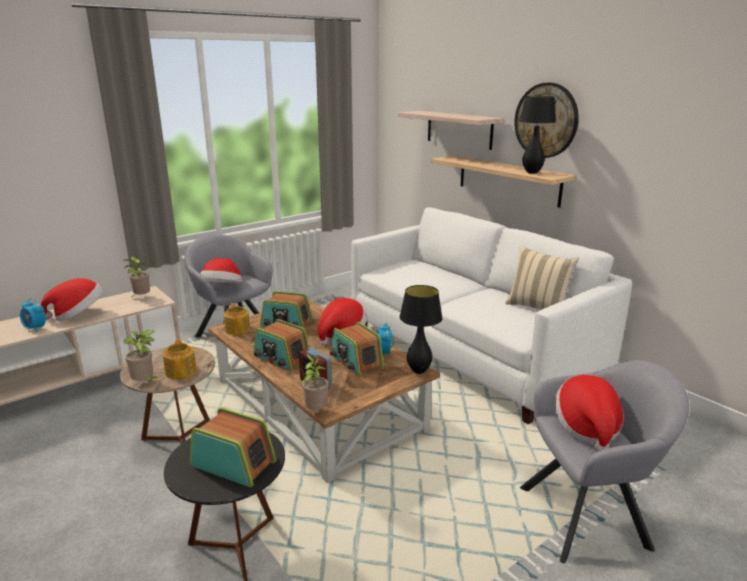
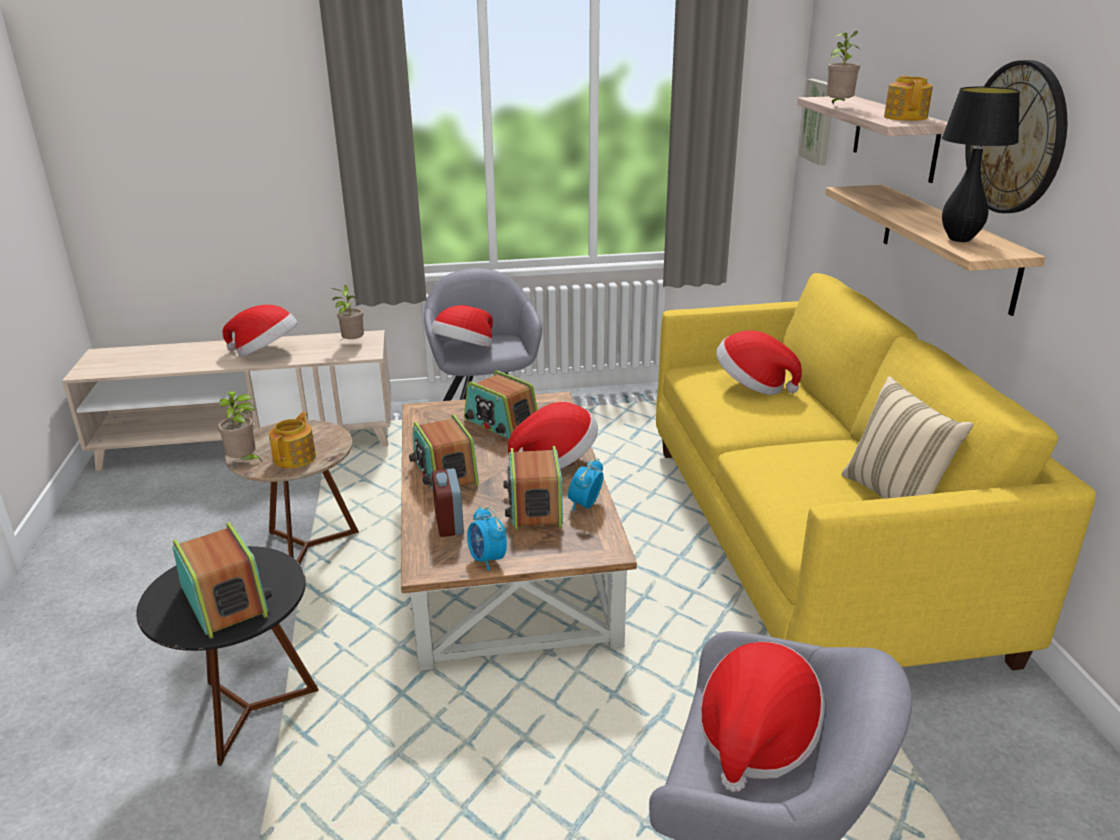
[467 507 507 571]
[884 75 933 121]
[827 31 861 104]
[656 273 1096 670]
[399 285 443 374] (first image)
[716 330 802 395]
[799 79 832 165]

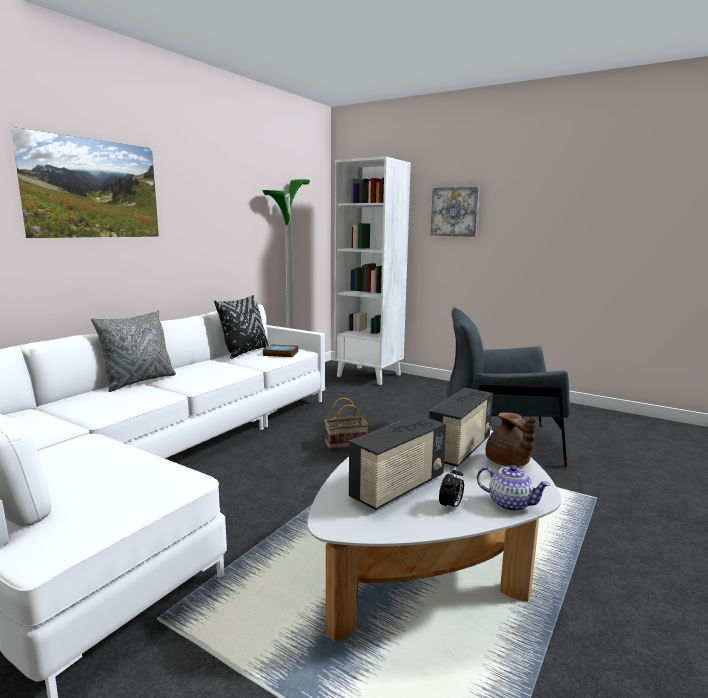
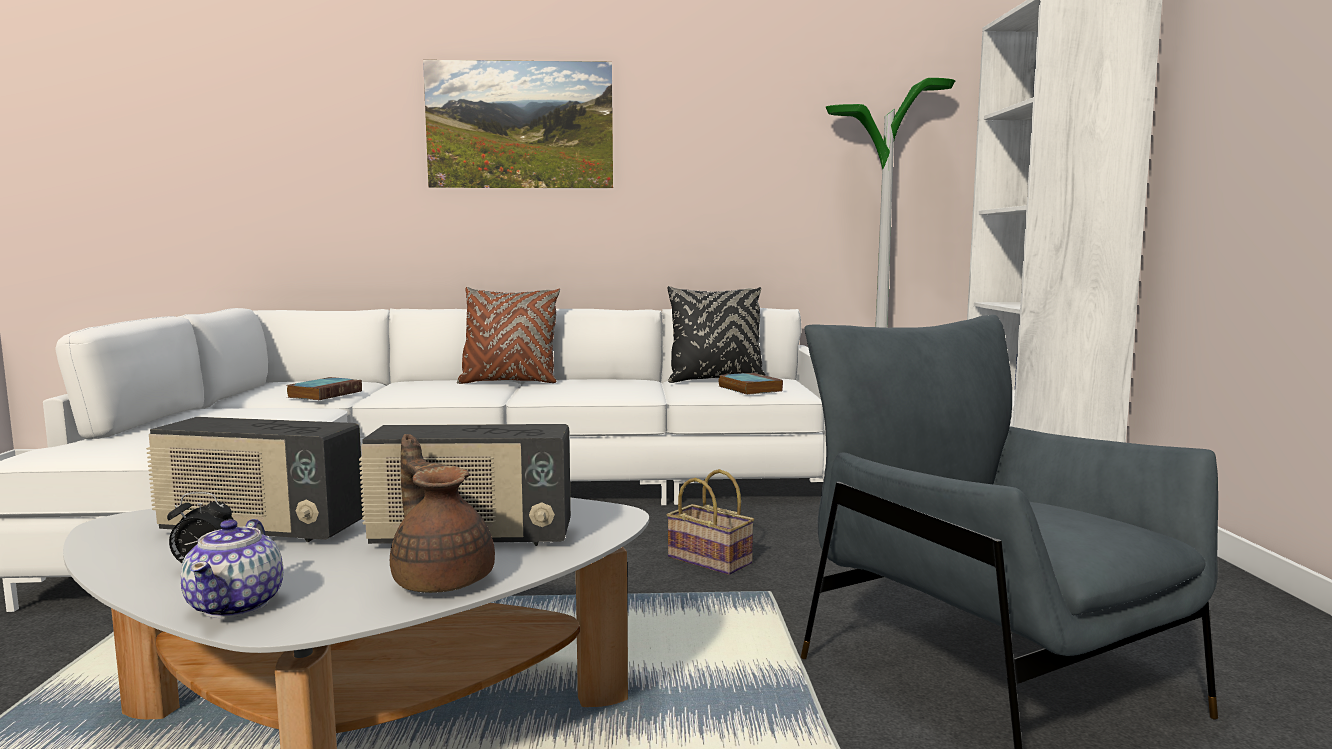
[457 287 560 384]
[431 187 479 237] (first image)
[390 434 495 593]
[287 377 362 400]

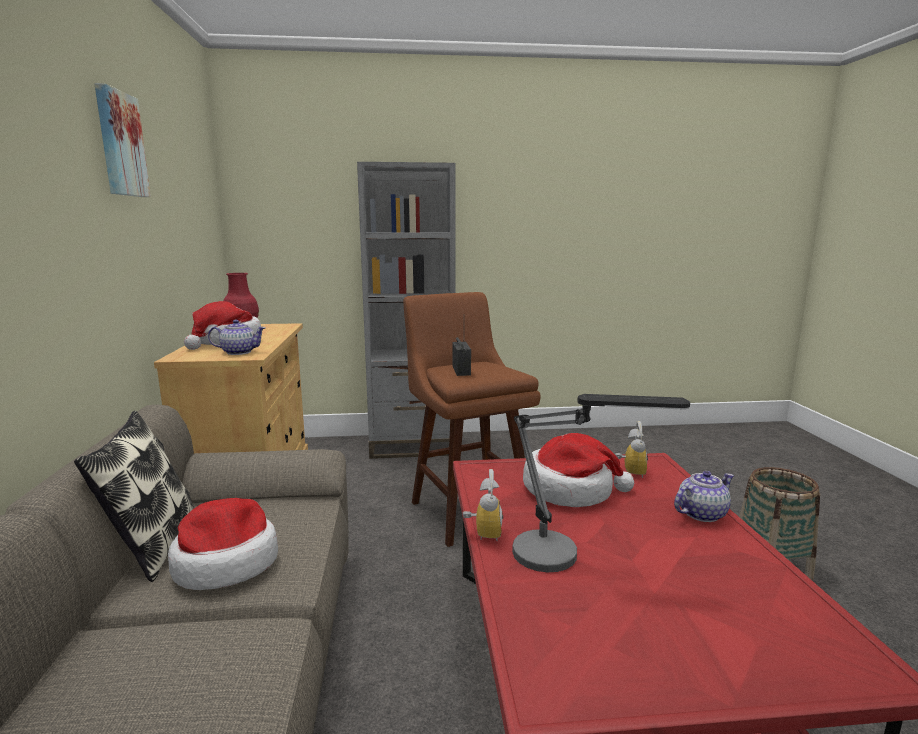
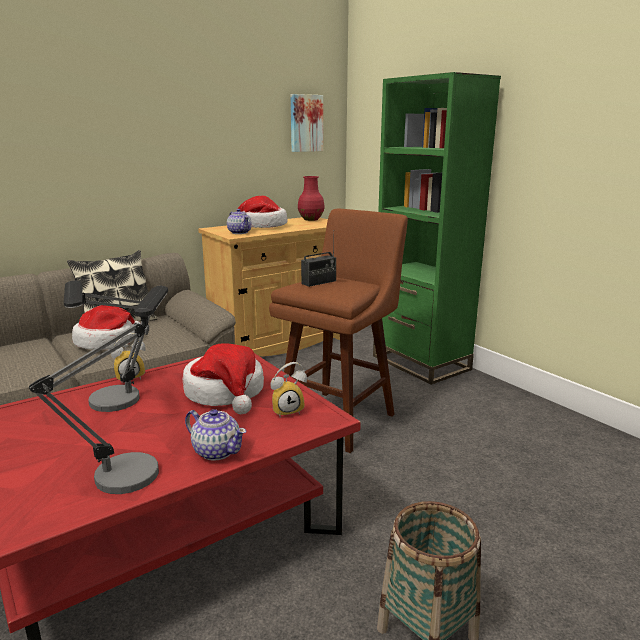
[291 94 323 152]
[373 72 501 385]
[29 285 168 494]

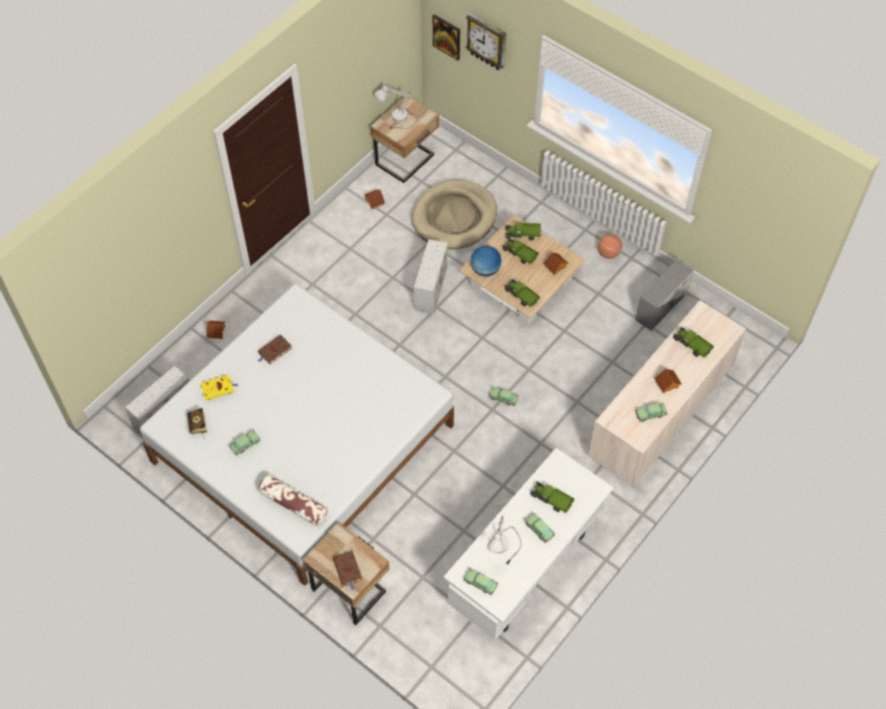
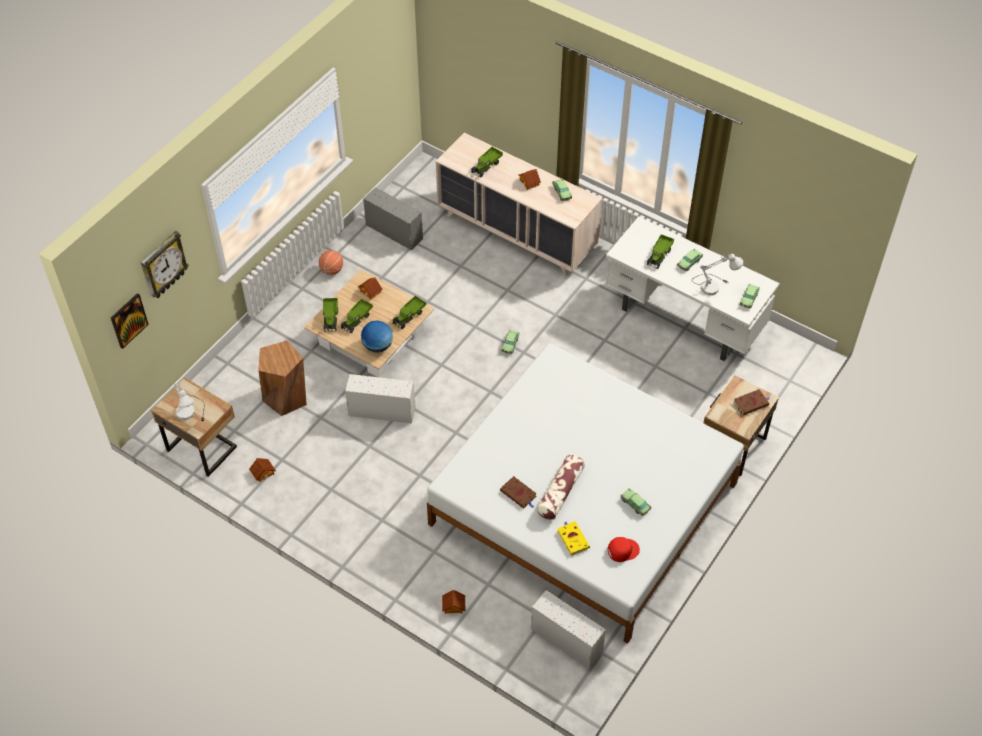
[608 537 640 562]
[536 455 585 520]
[258 341 307 416]

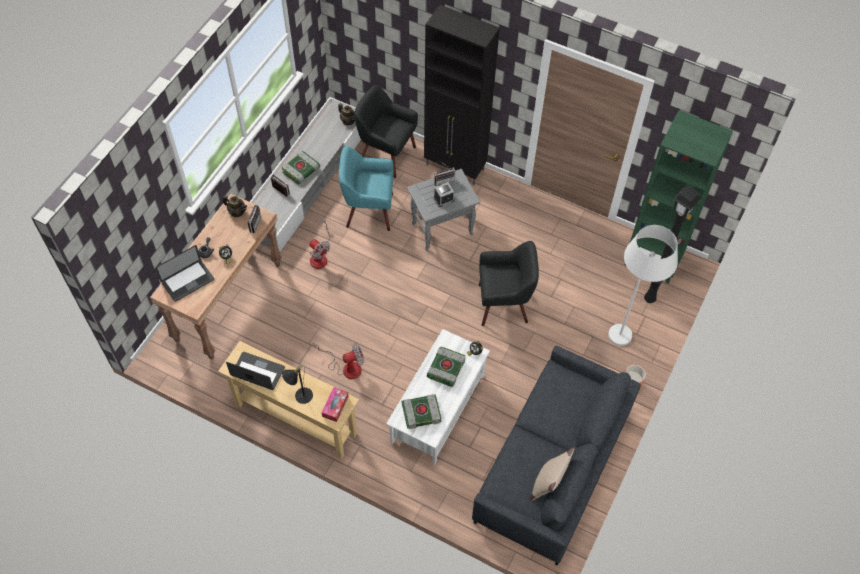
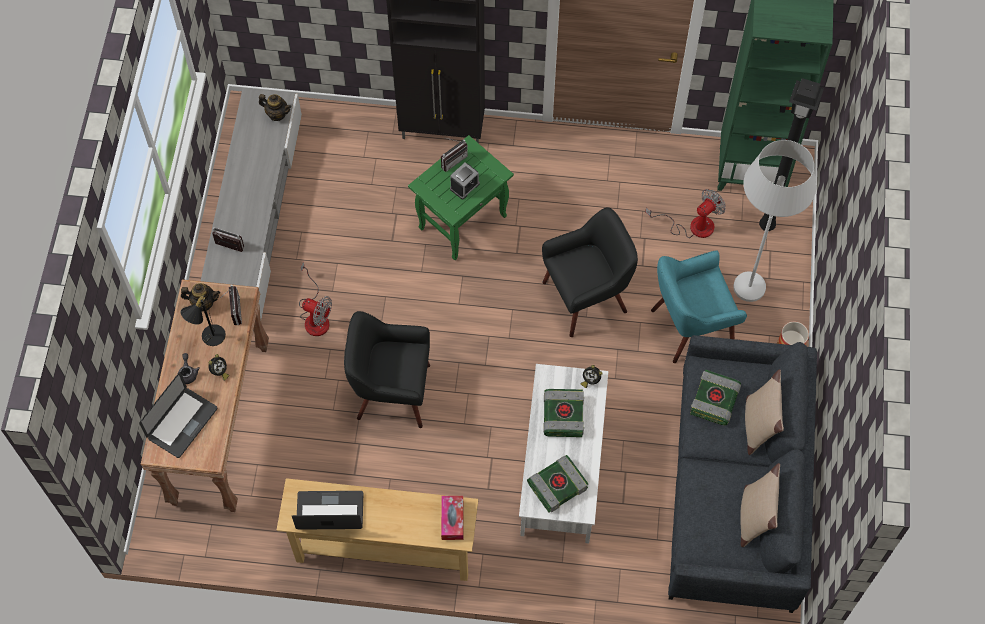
[690 369 741 425]
[180 295 226 346]
[645 189 726 238]
[651 250 747 363]
[344 311 430 428]
[408 135 514 260]
[745 369 784 455]

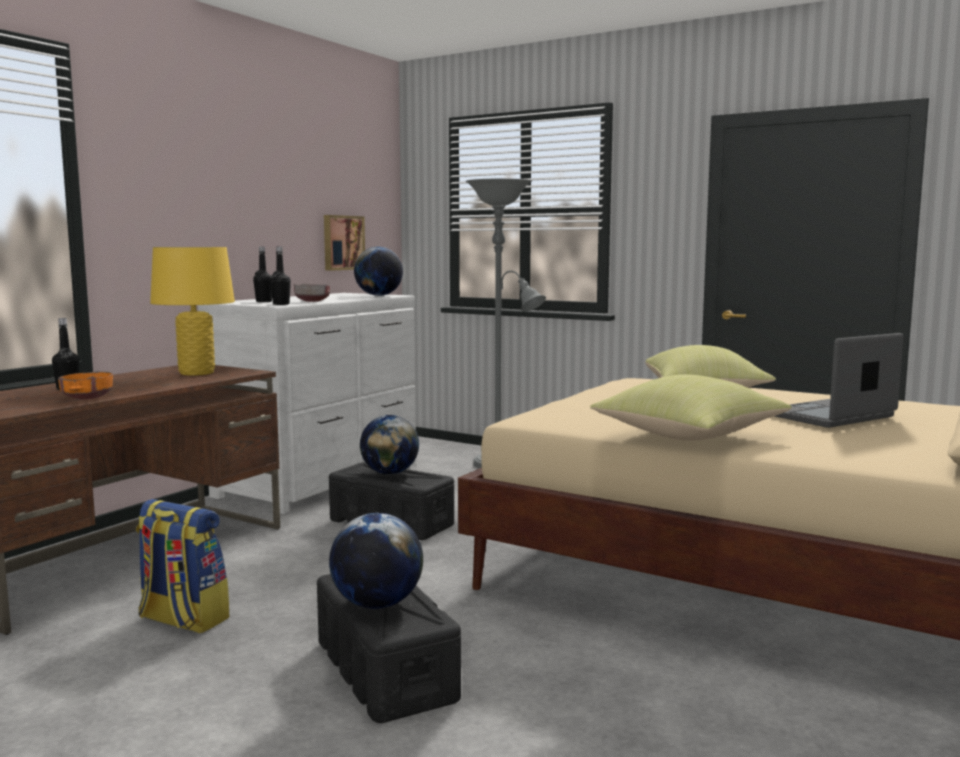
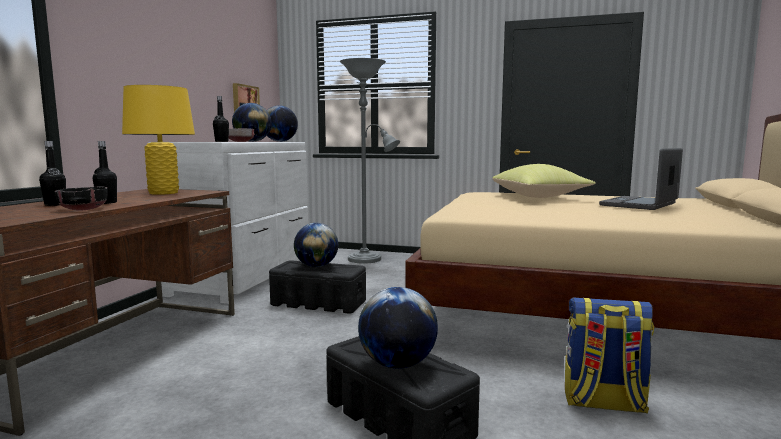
[55 187 108 210]
[565 298 654 414]
[93 141 117 204]
[590 374 792 440] (first image)
[232 103 271 142]

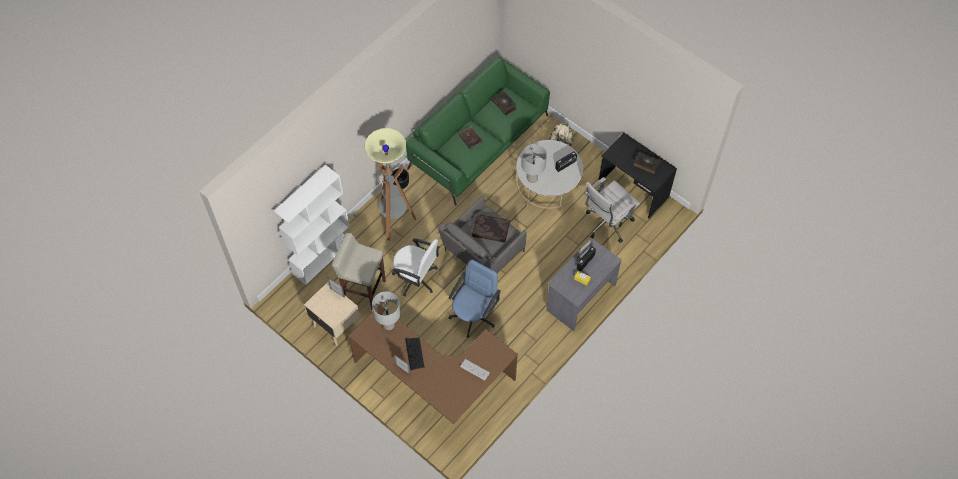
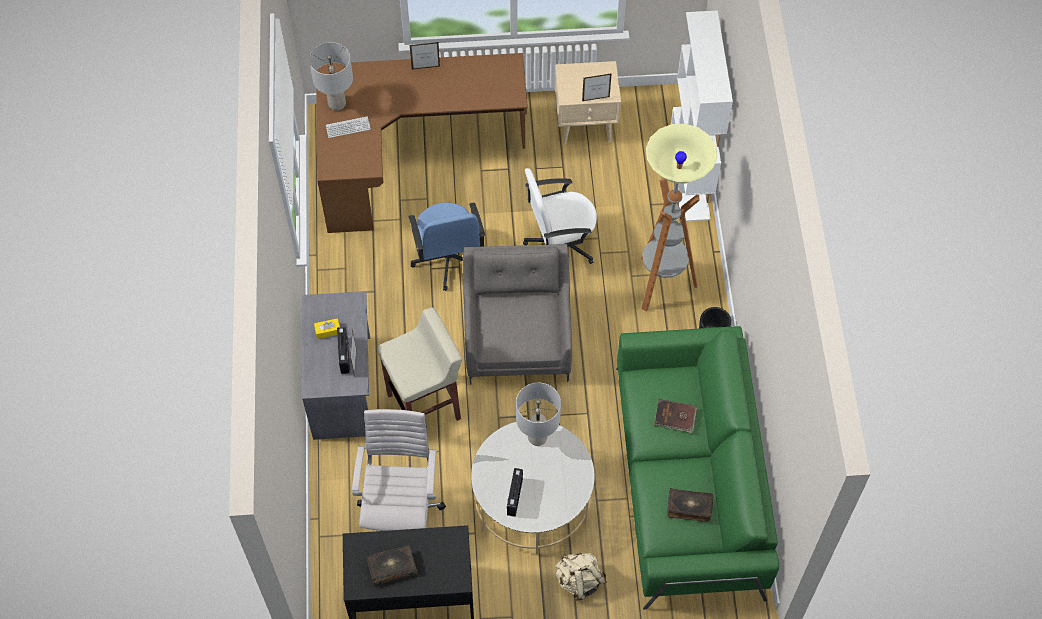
[377 307 462 421]
[309 42 353 111]
[406 338 424 370] (first image)
[472 214 510 243] (first image)

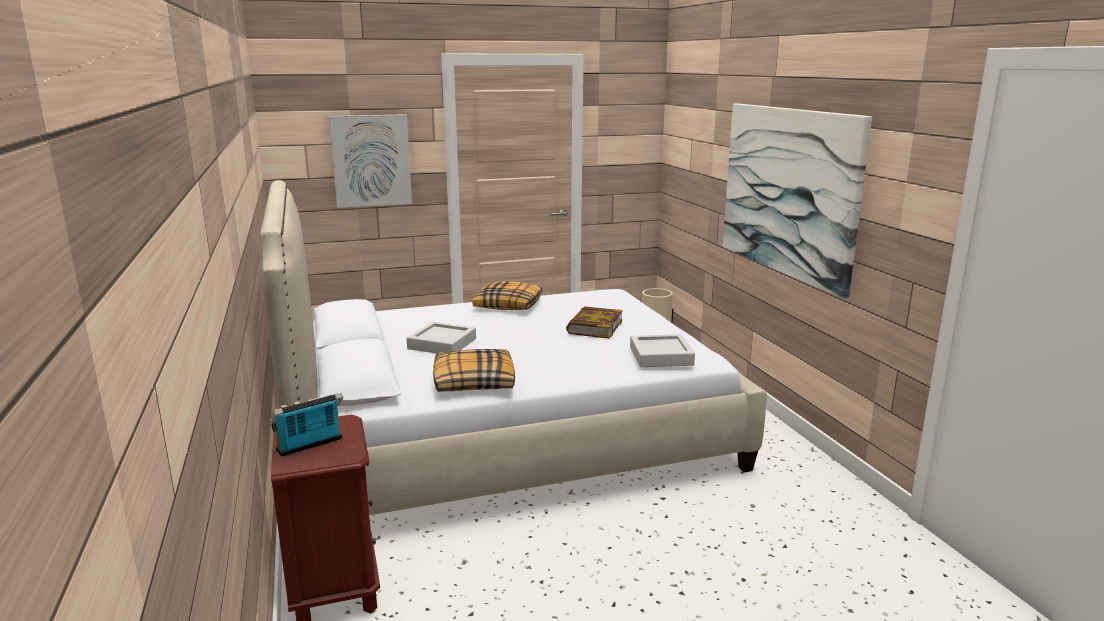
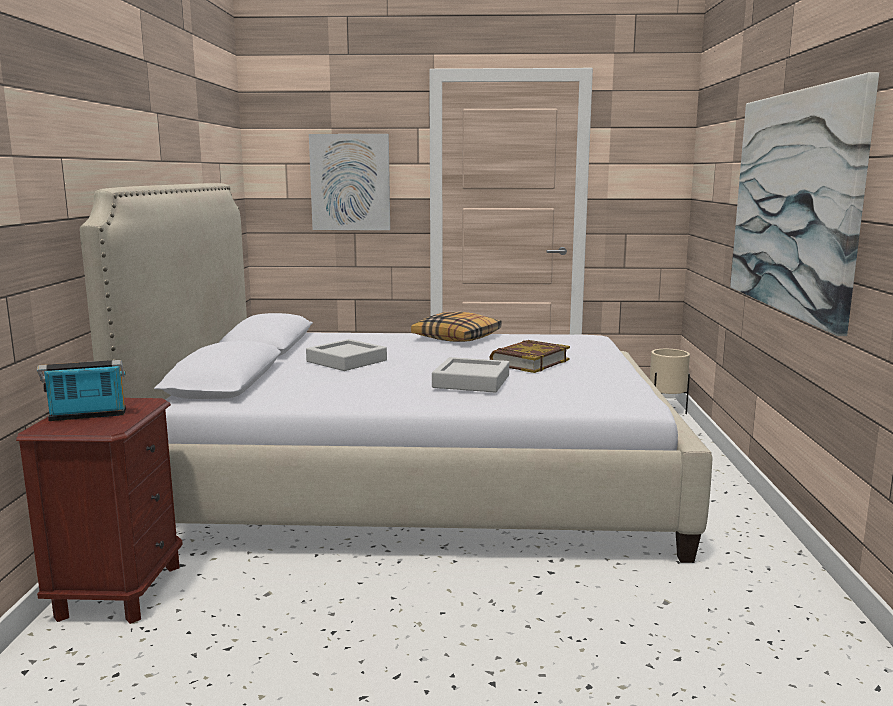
[433 349 515 392] (first image)
[432 357 509 393]

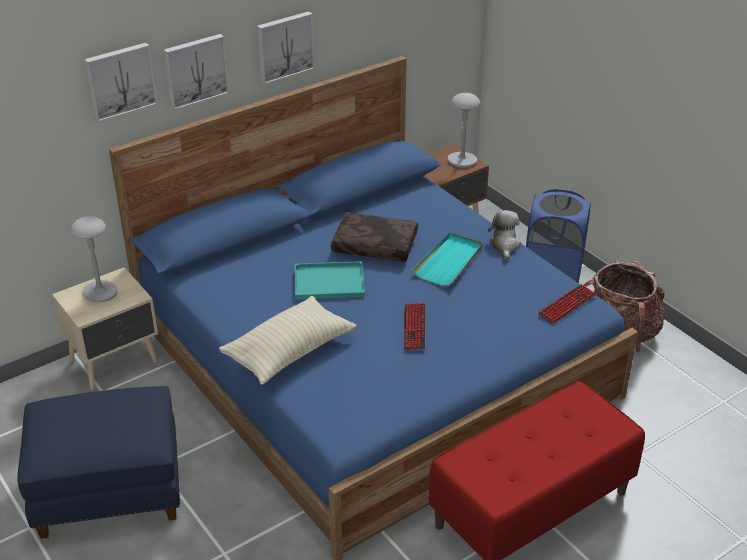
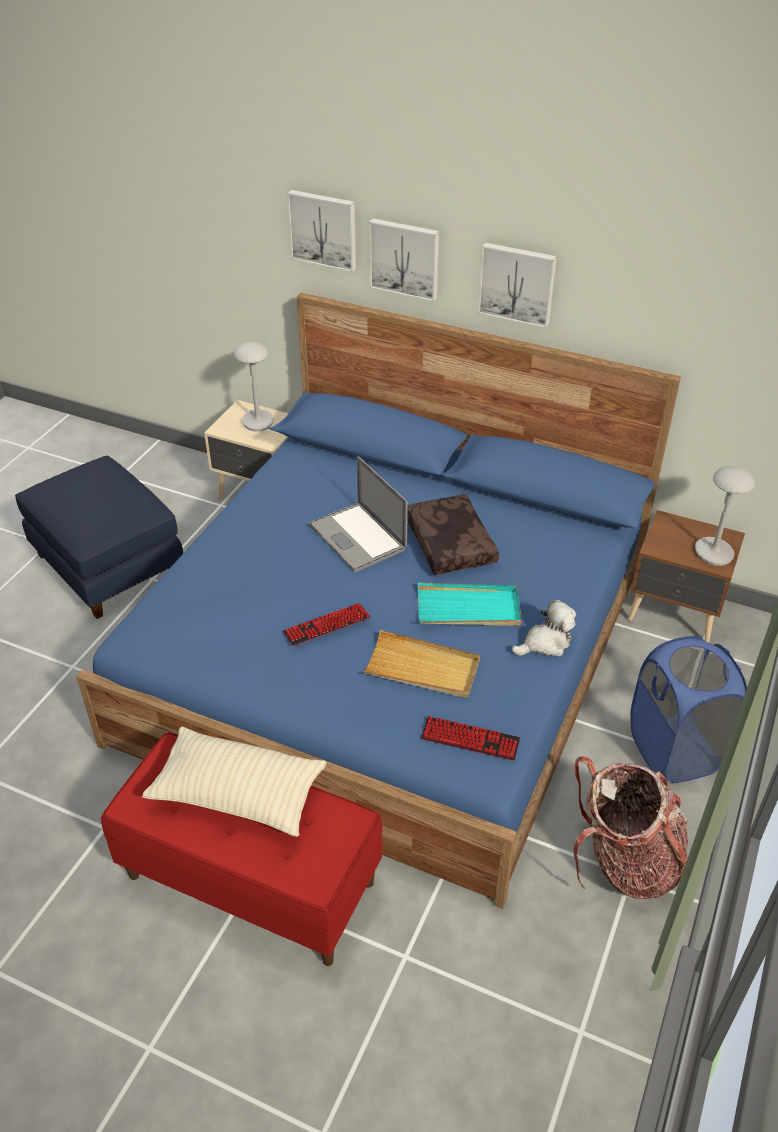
[142 727 327 837]
[309 456 408 572]
[362 630 480 698]

